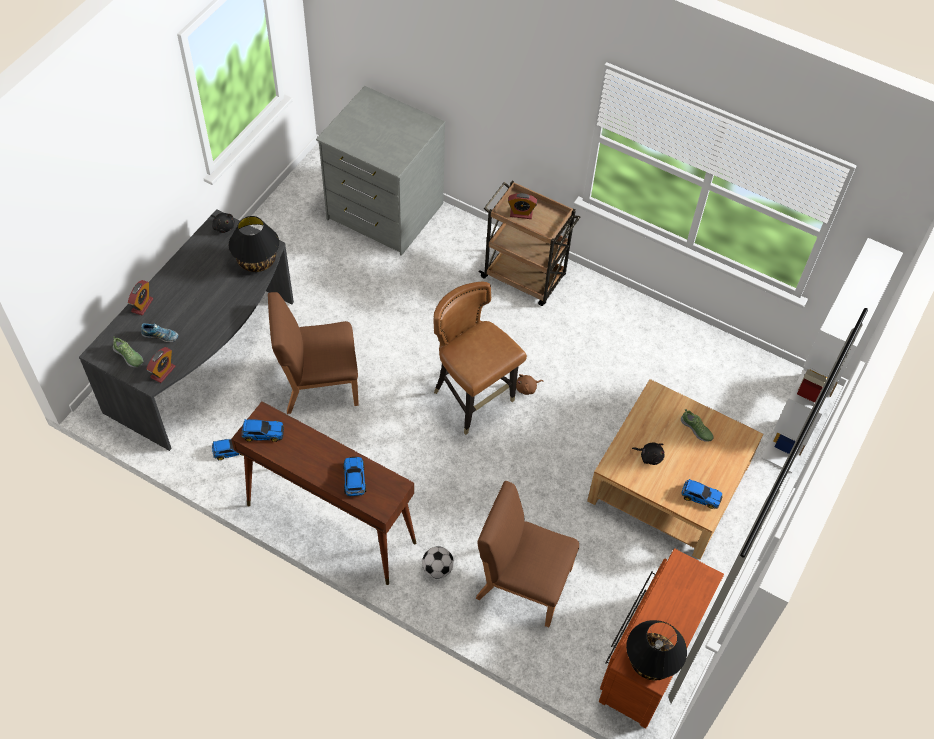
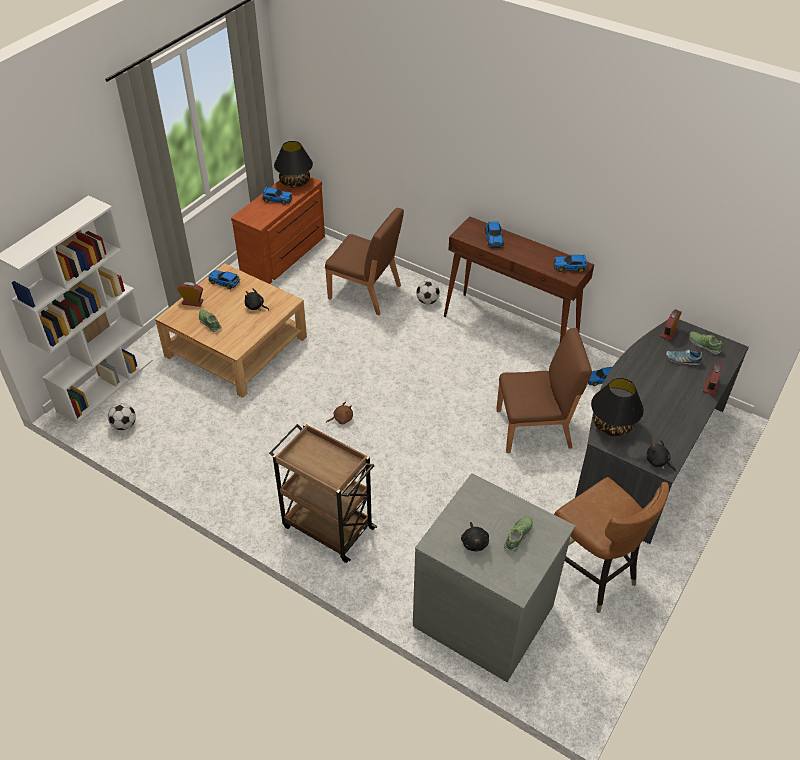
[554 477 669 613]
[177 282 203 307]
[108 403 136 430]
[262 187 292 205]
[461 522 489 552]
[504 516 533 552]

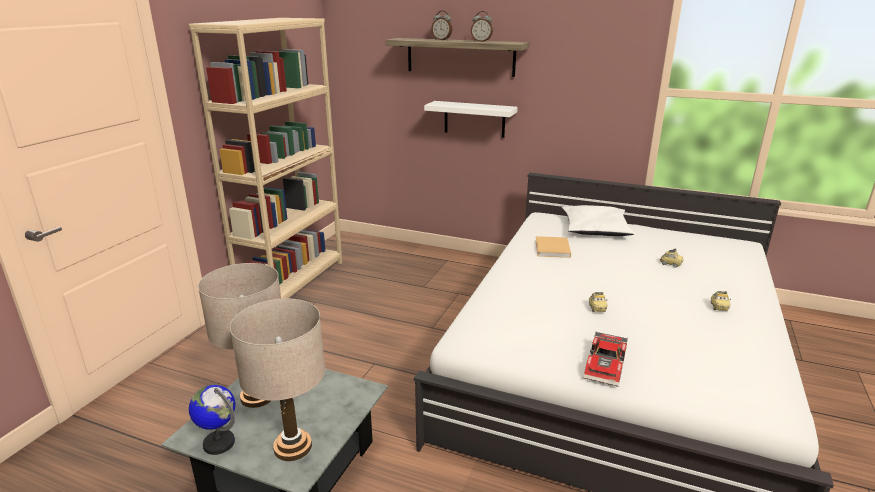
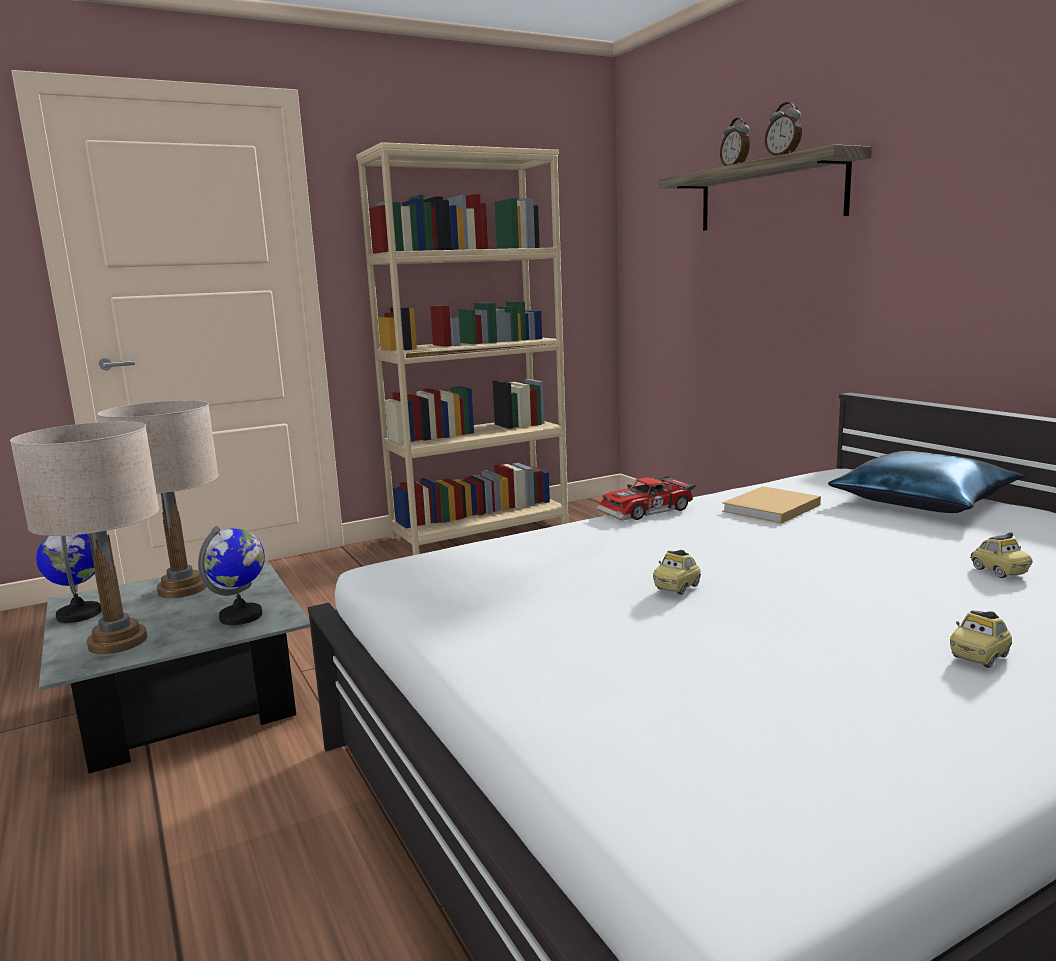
[424 101 518 138] (first image)
[828 451 1024 513]
[596 476 696 520]
[198 526 265 625]

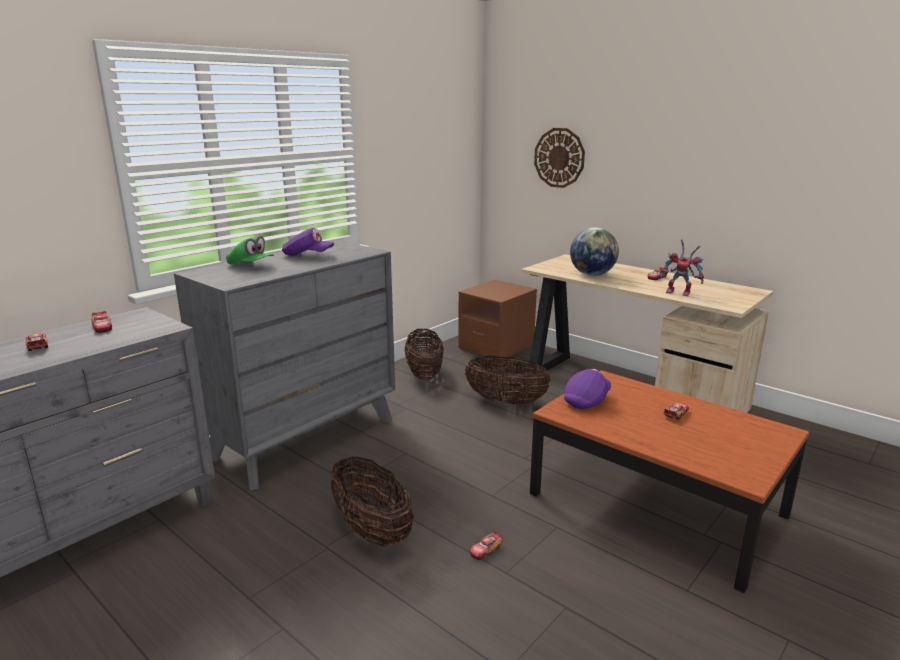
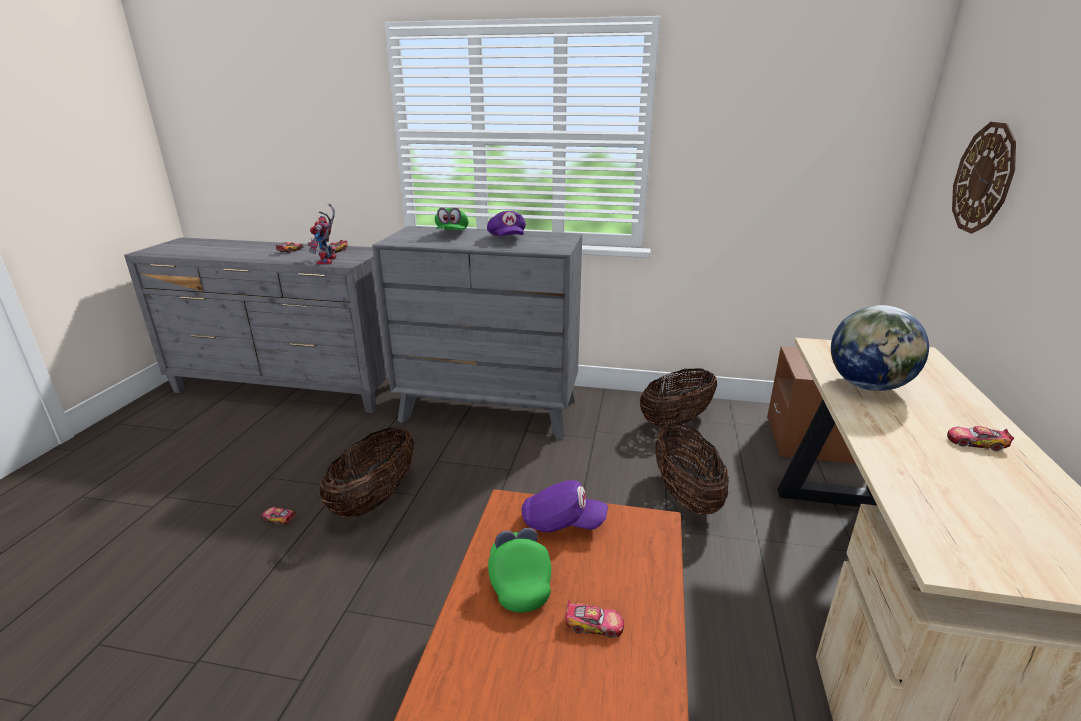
[261 507 296 526]
[307 204 336 264]
[488 528 551 613]

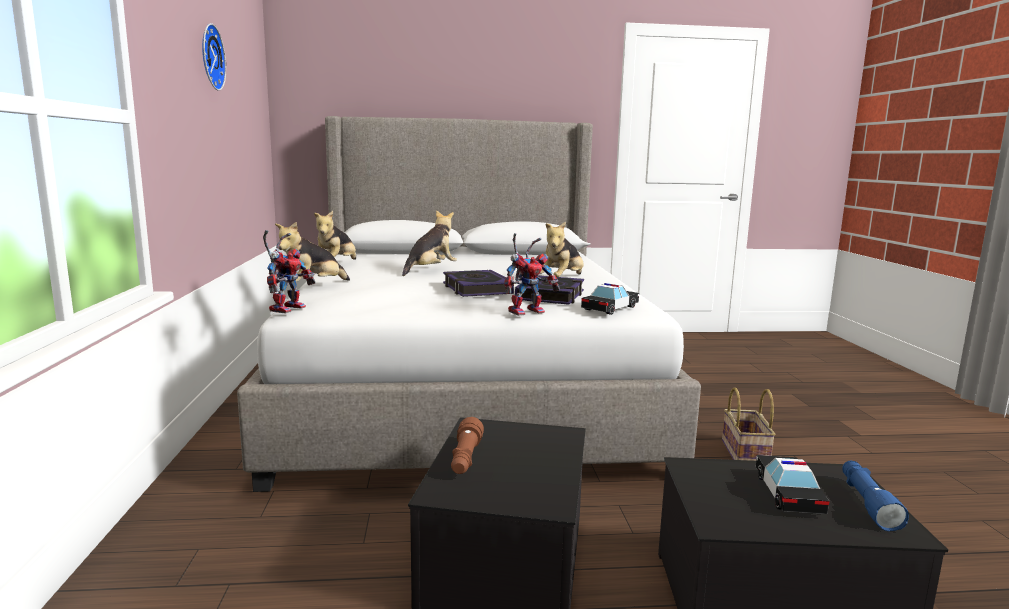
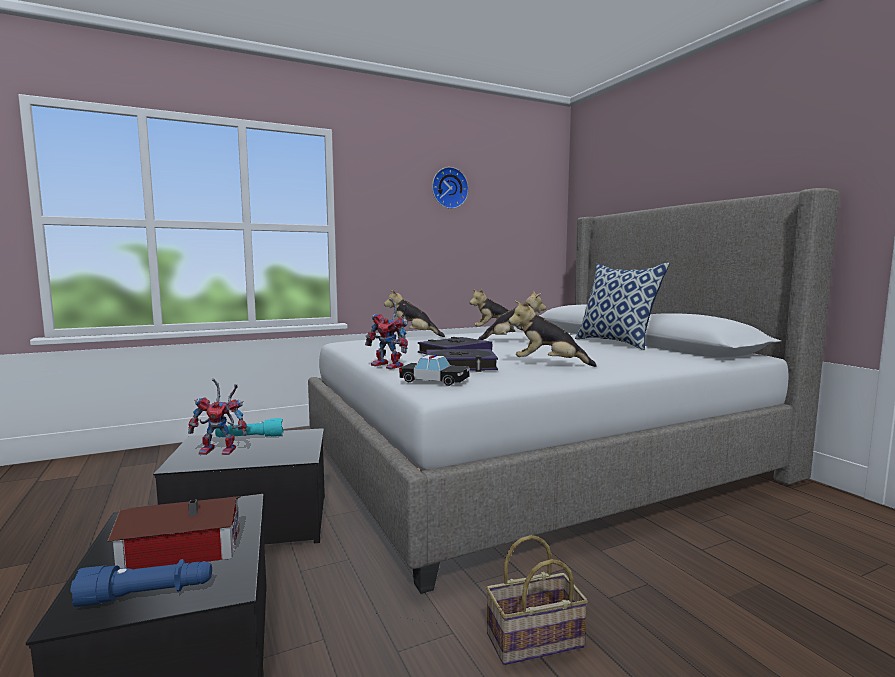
[188 378 247 455]
[215 418 283 438]
[108 496 241 570]
[575 263 669 350]

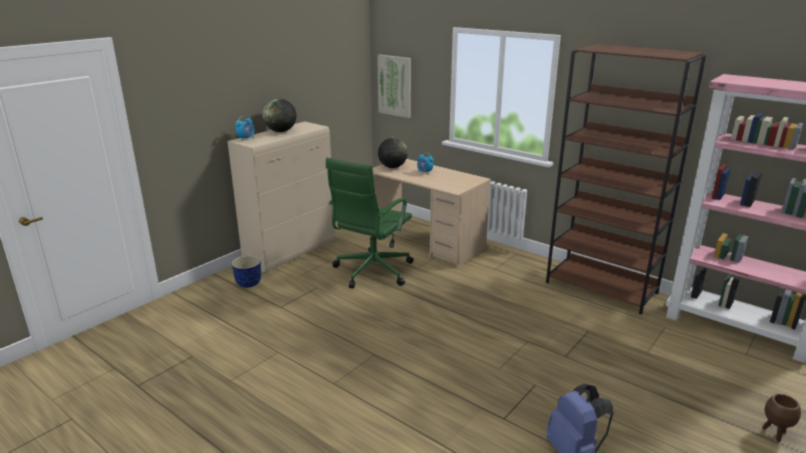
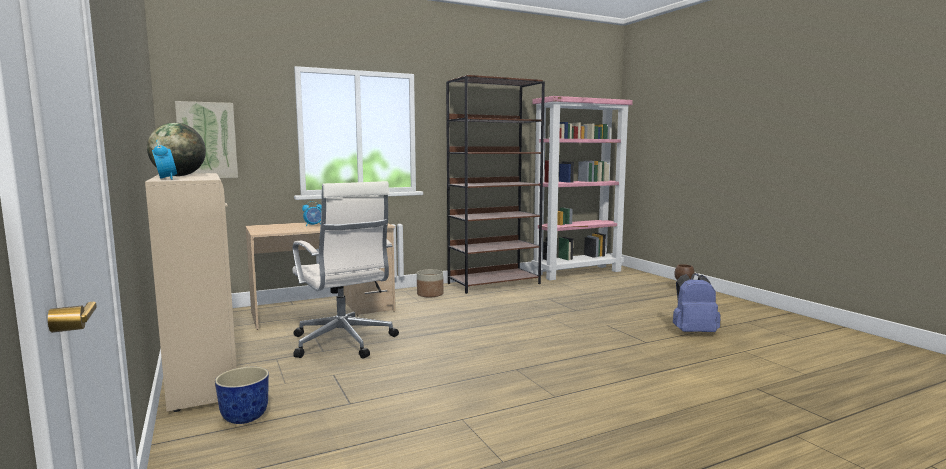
[292 181 399 358]
[378 138 408 168] (first image)
[417 269 444 297]

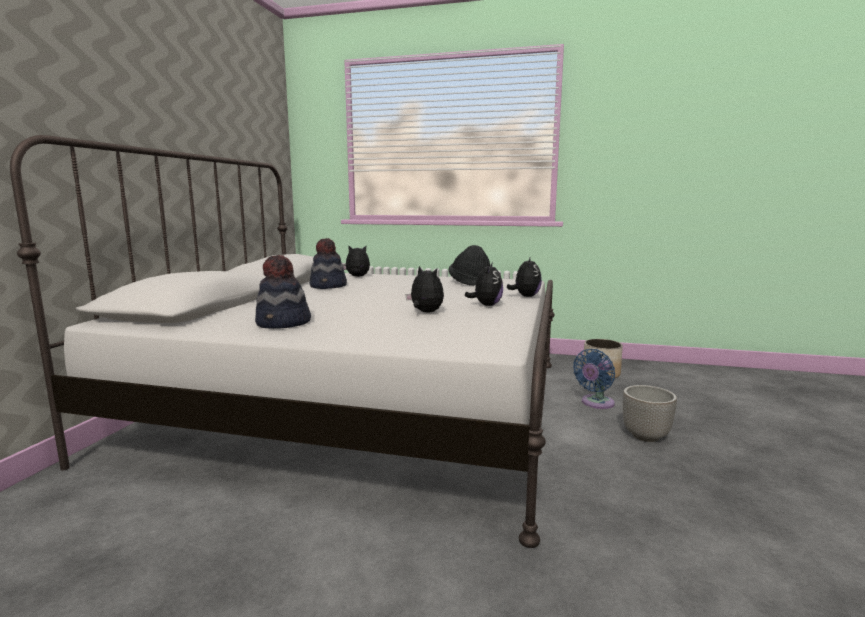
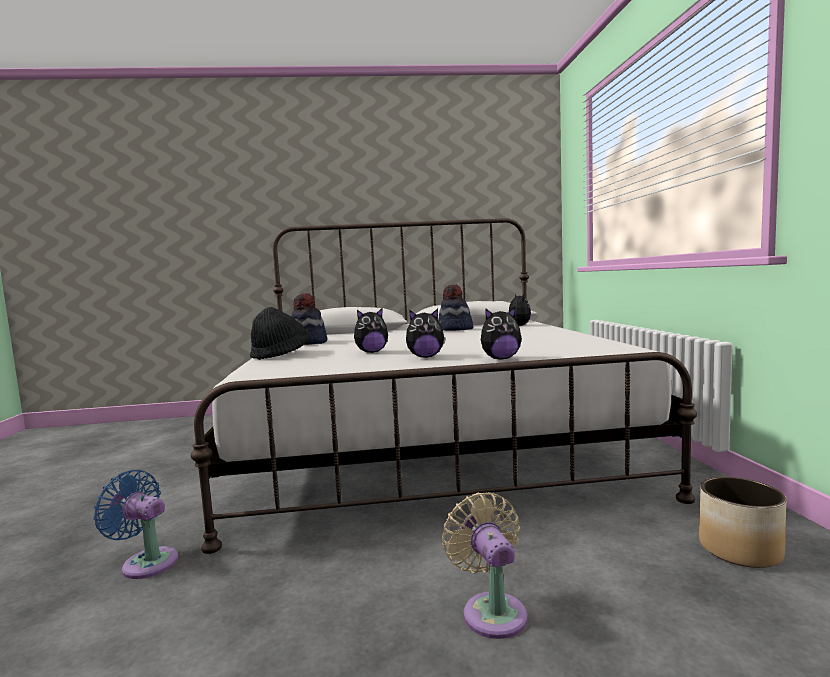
[354 308 388 353]
[250 307 309 360]
[93 470 179 579]
[442 492 528 639]

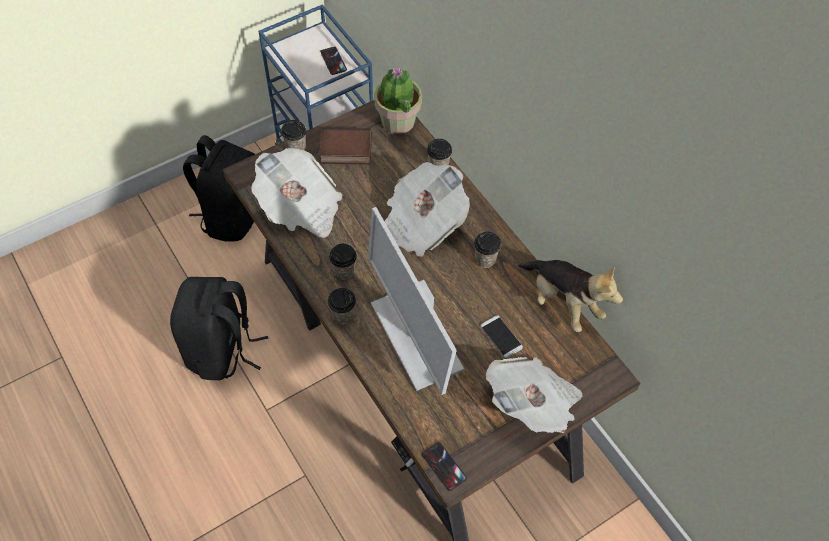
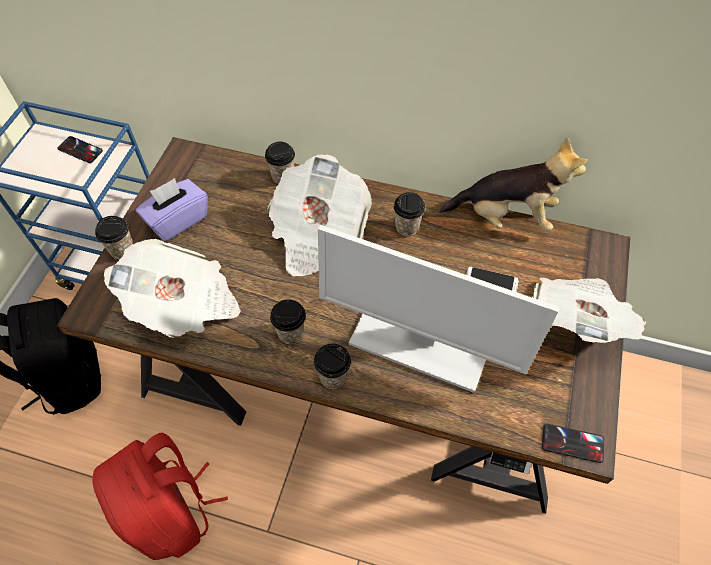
[92 433 228 560]
[136 178 208 241]
[374 67 422 134] (first image)

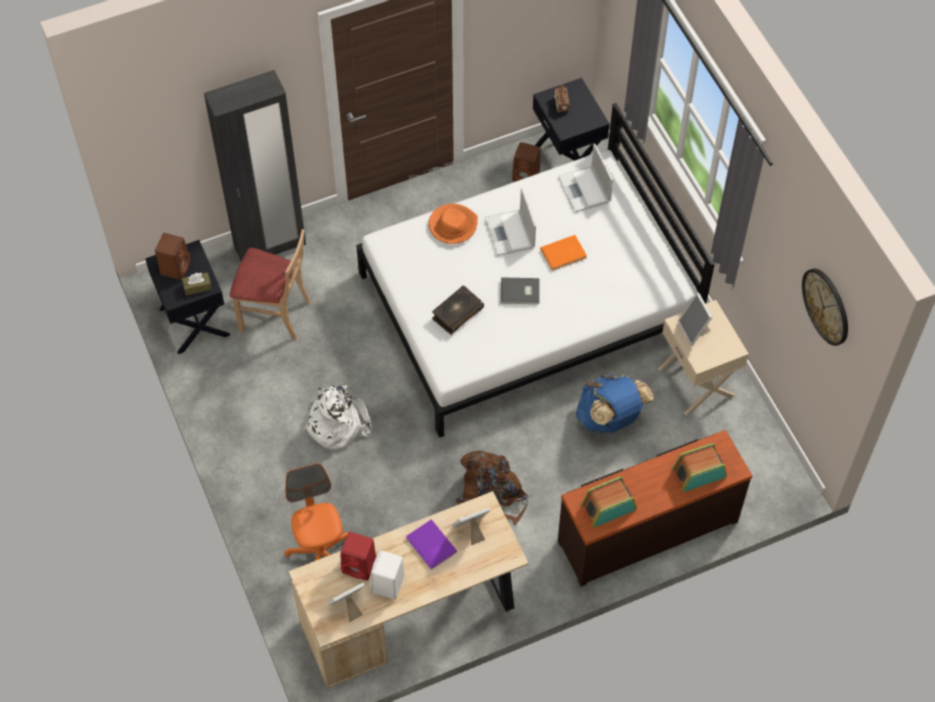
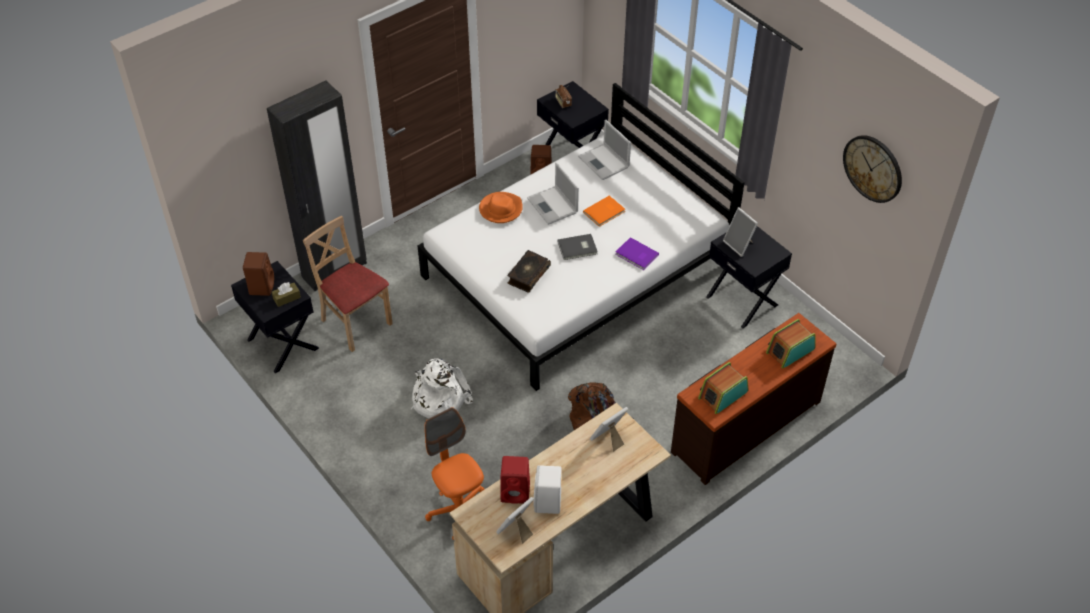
[303 216 393 352]
[615 237 659 270]
[576 374 654 433] (first image)
[706 226 792 328]

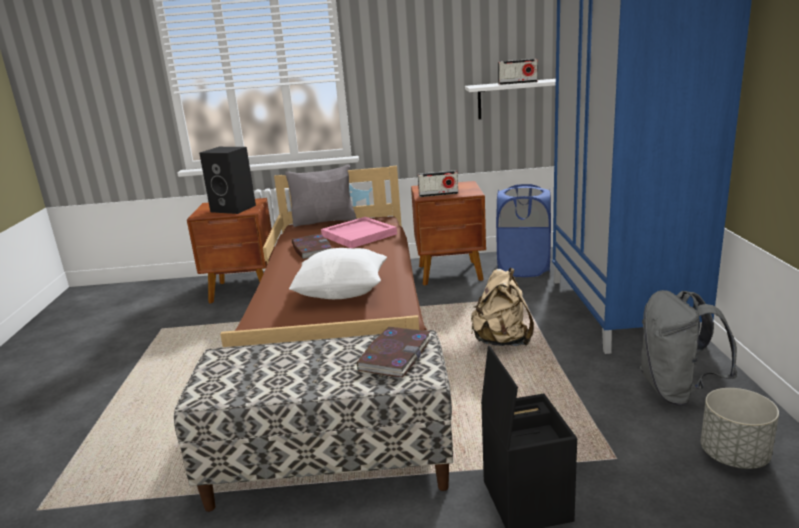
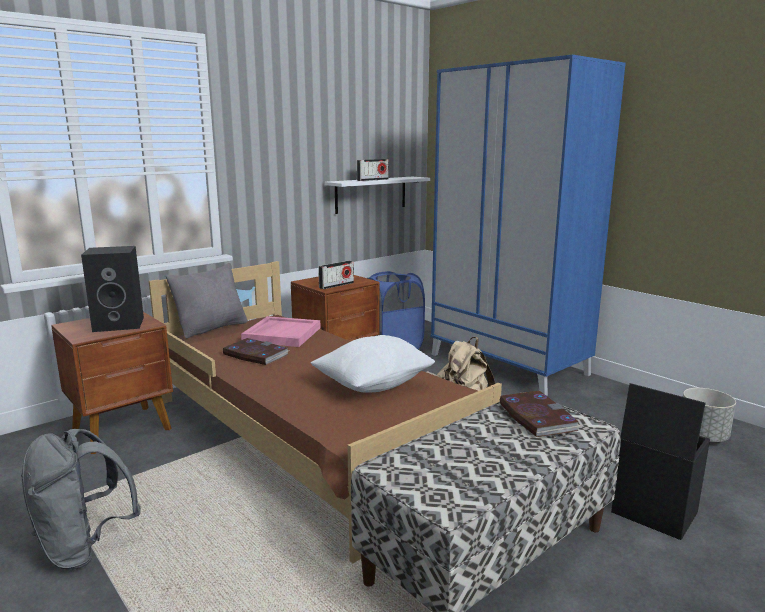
[21 429 141 569]

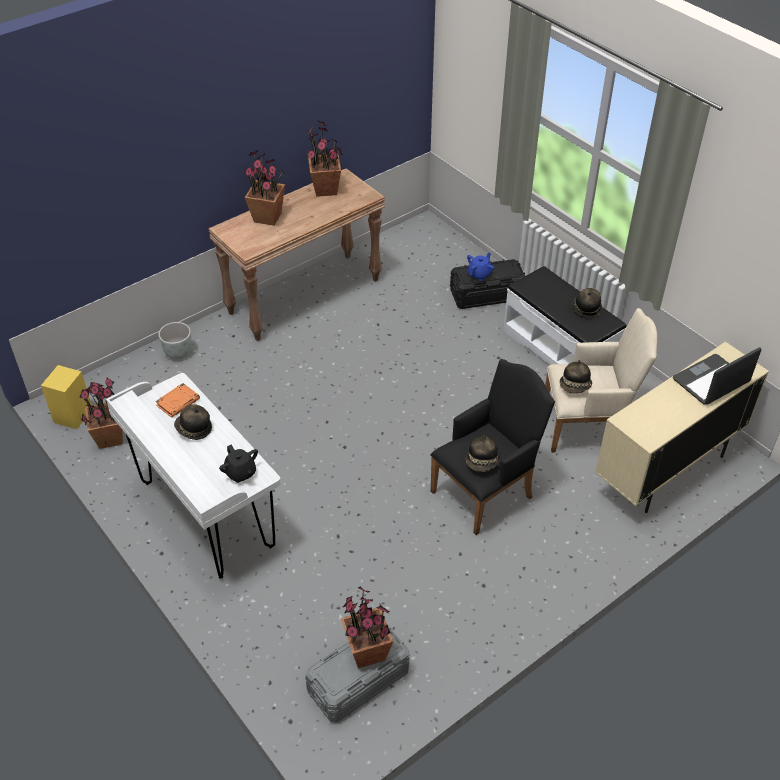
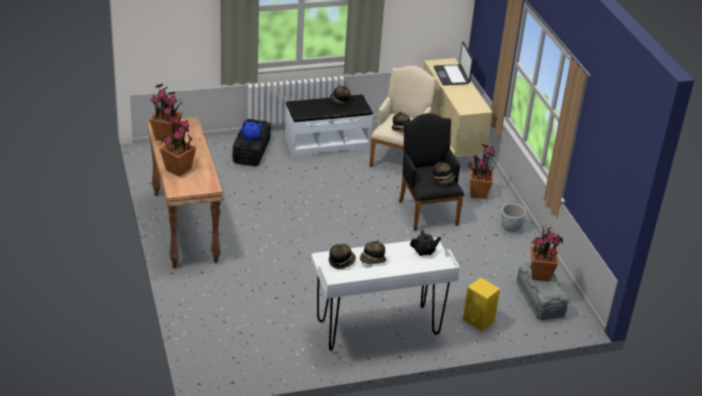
[463 278 500 331]
[468 144 495 199]
[329 244 356 269]
[501 204 526 232]

